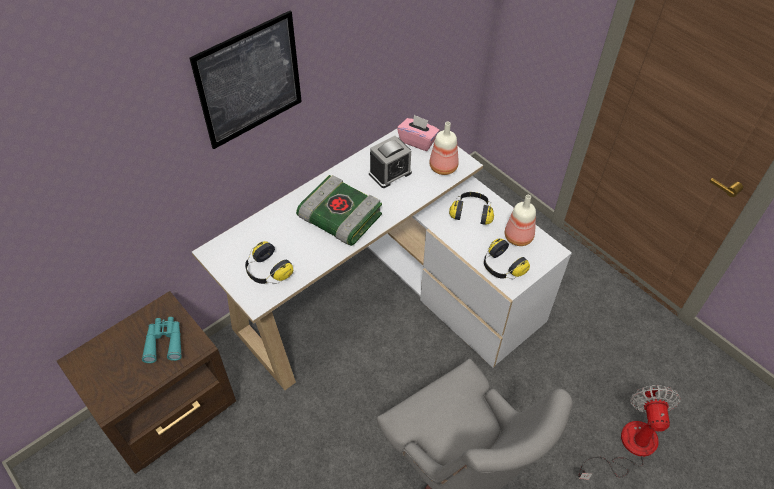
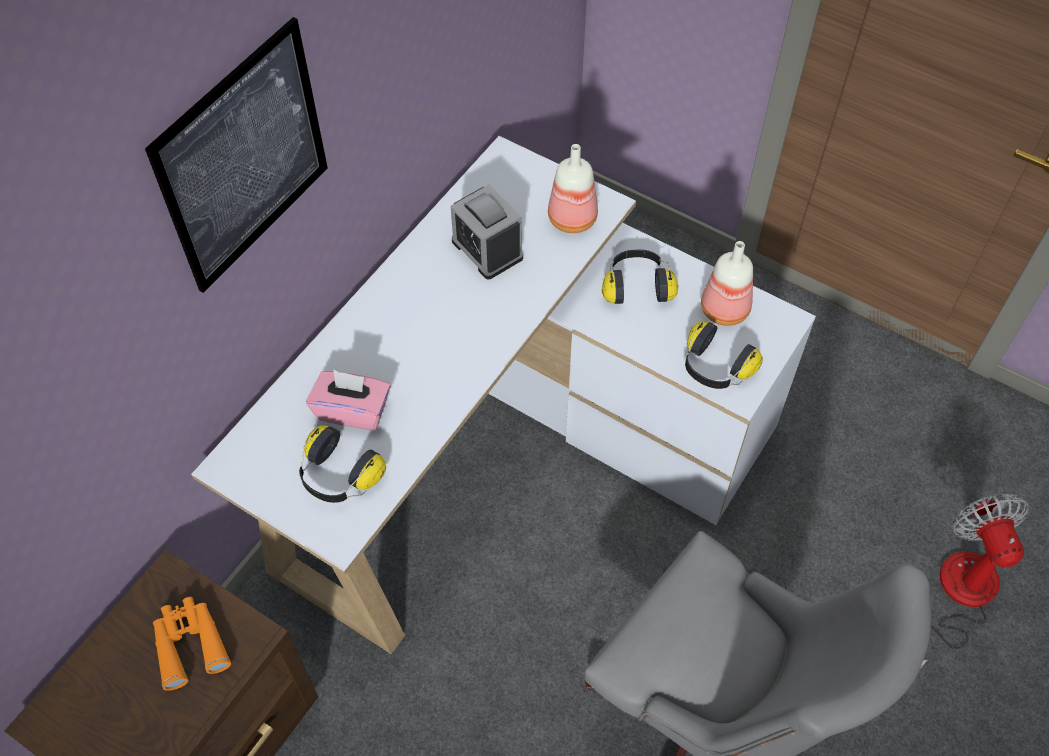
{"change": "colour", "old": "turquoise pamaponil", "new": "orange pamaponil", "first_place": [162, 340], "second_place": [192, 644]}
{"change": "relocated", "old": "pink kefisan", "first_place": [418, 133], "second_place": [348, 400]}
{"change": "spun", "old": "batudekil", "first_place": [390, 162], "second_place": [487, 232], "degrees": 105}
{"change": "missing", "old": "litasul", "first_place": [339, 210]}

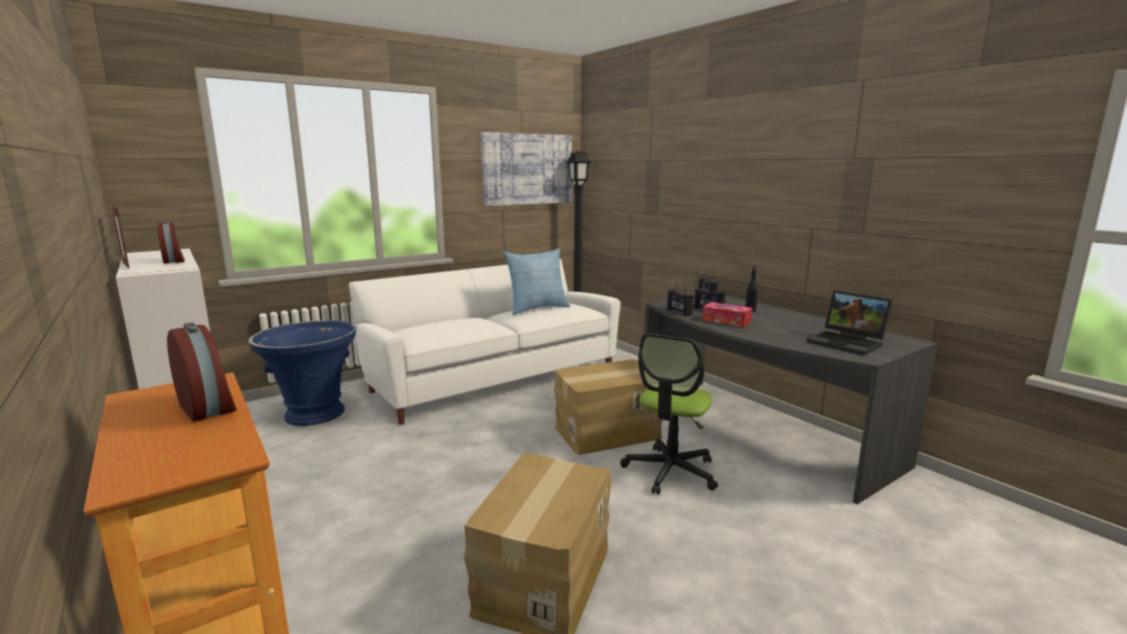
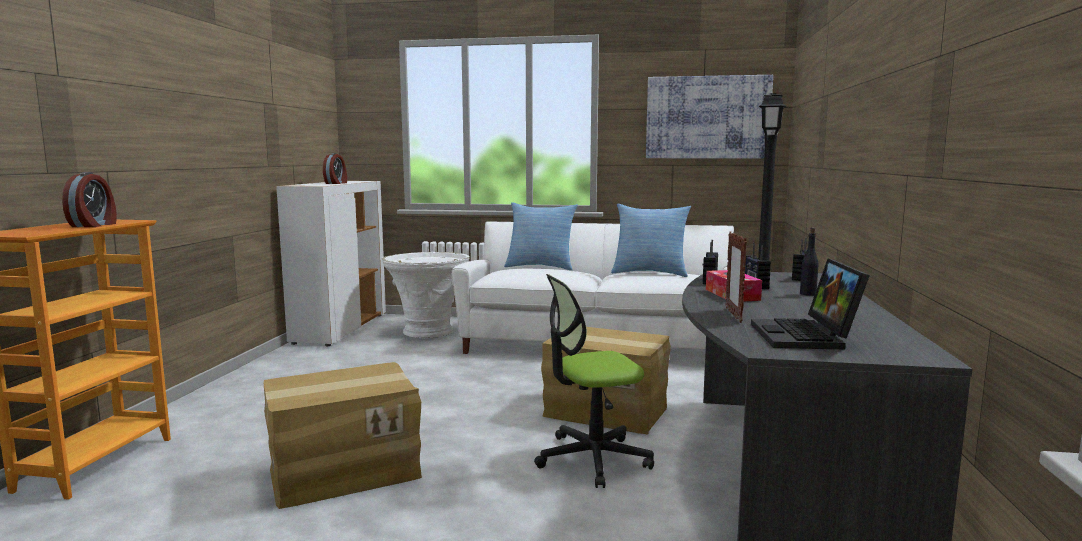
{"change": "colour", "old": "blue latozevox", "new": "white latozevox", "first_place": [302, 373], "second_place": [426, 295]}
{"change": "appeared", "new": "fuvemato", "second_place": [541, 236]}
{"change": "relocated", "old": "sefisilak", "first_place": [120, 237], "second_place": [736, 277]}

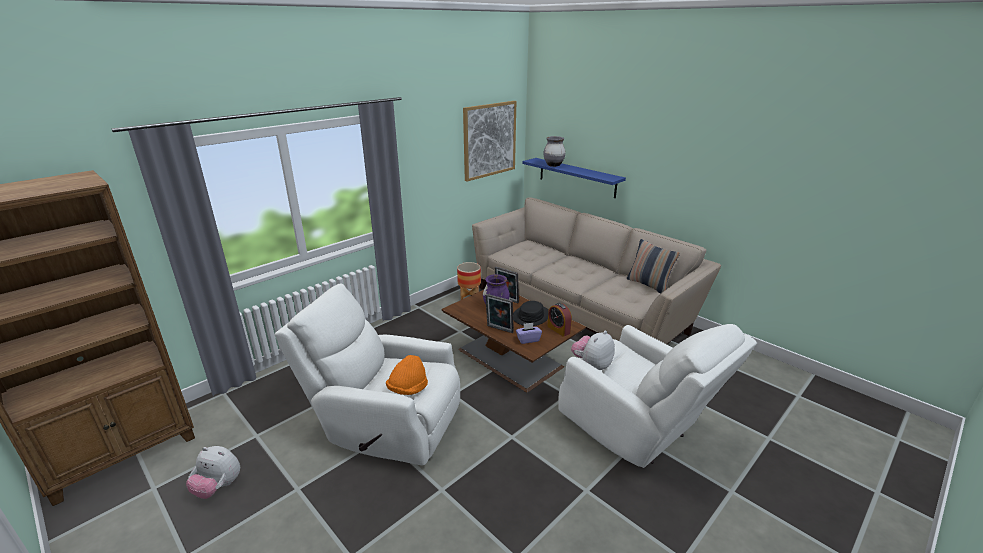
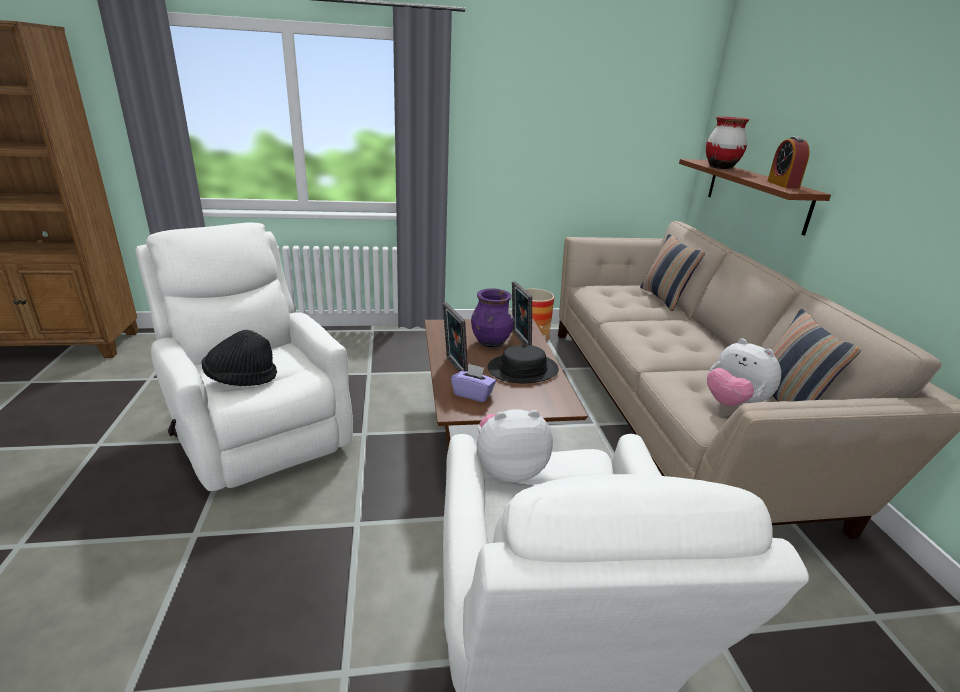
{"change": "colour", "old": "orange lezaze", "new": "black lezaze", "first_place": [407, 375], "second_place": [239, 358]}
{"change": "appeared", "new": "fuvemato", "second_place": [672, 272]}
{"change": "colour", "old": "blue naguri", "new": "brown naguri", "first_place": [574, 178], "second_place": [755, 197]}
{"change": "colour", "old": "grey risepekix", "new": "red risepekix", "first_place": [554, 151], "second_place": [727, 142]}
{"change": "relocated", "old": "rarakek", "first_place": [213, 472], "second_place": [744, 372]}
{"change": "relocated", "old": "batudekil", "first_place": [559, 320], "second_place": [788, 163]}
{"change": "missing", "old": "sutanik", "first_place": [489, 141]}

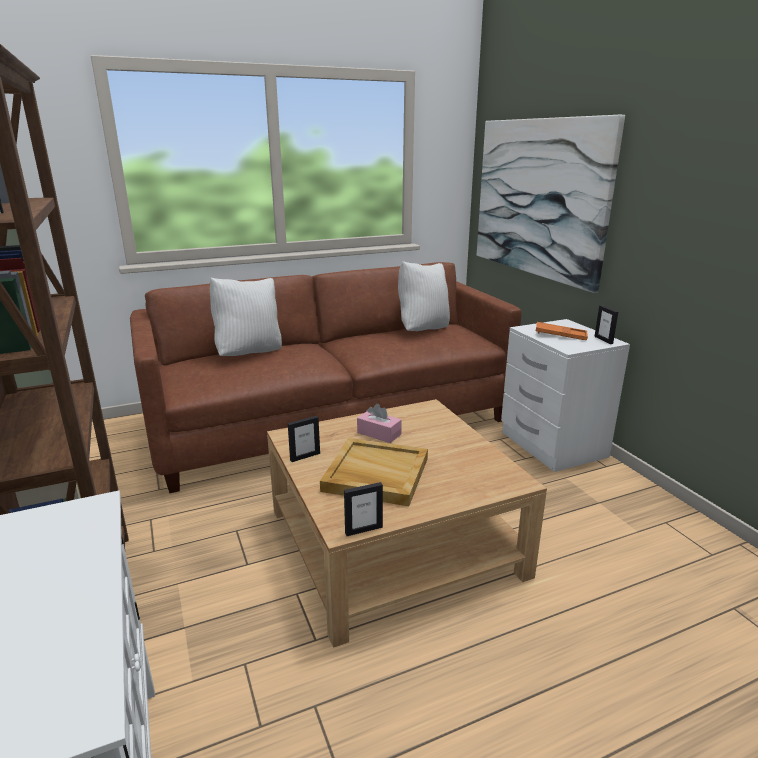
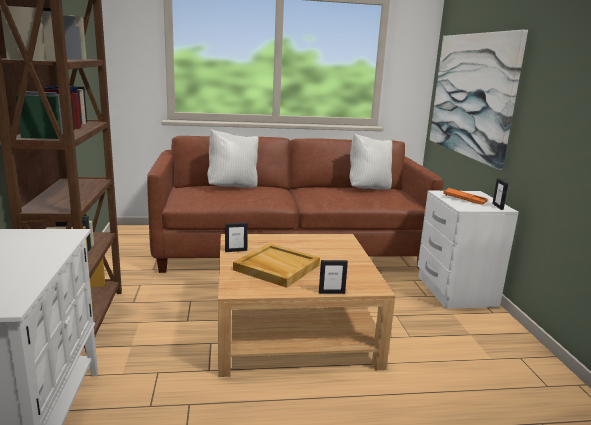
{"change": "relocated", "old": "sefisilak", "first_place": [363, 509], "second_place": [333, 277]}
{"change": "missing", "old": "pink kefisan", "first_place": [379, 423]}

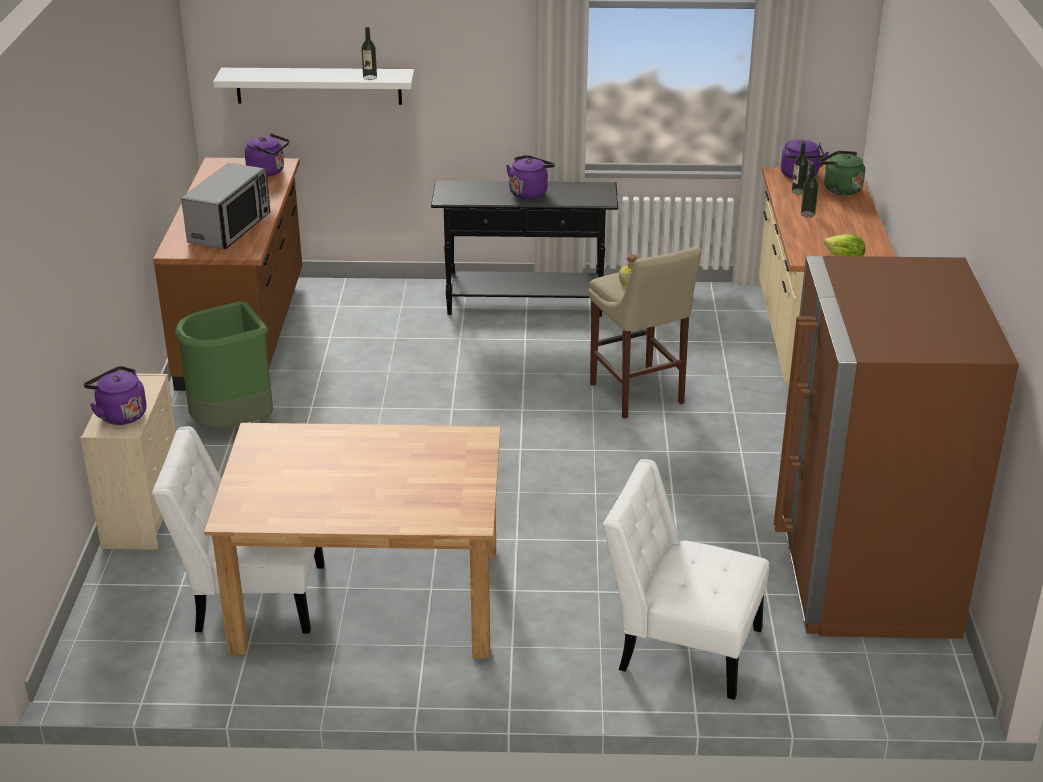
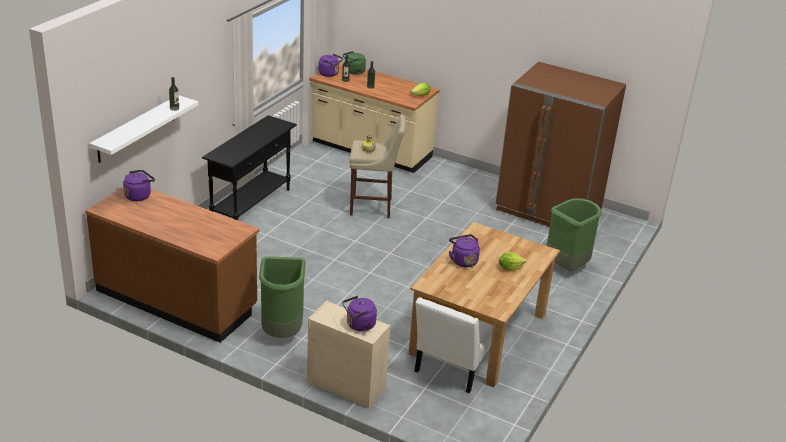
{"change": "relocated", "old": "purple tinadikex", "first_place": [530, 177], "second_place": [464, 250]}
{"change": "appeared", "new": "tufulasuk", "second_place": [512, 261]}
{"change": "exchanged", "old": "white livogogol", "new": "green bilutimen", "first_place": [686, 579], "second_place": [574, 234]}
{"change": "missing", "old": "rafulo", "first_place": [226, 206]}

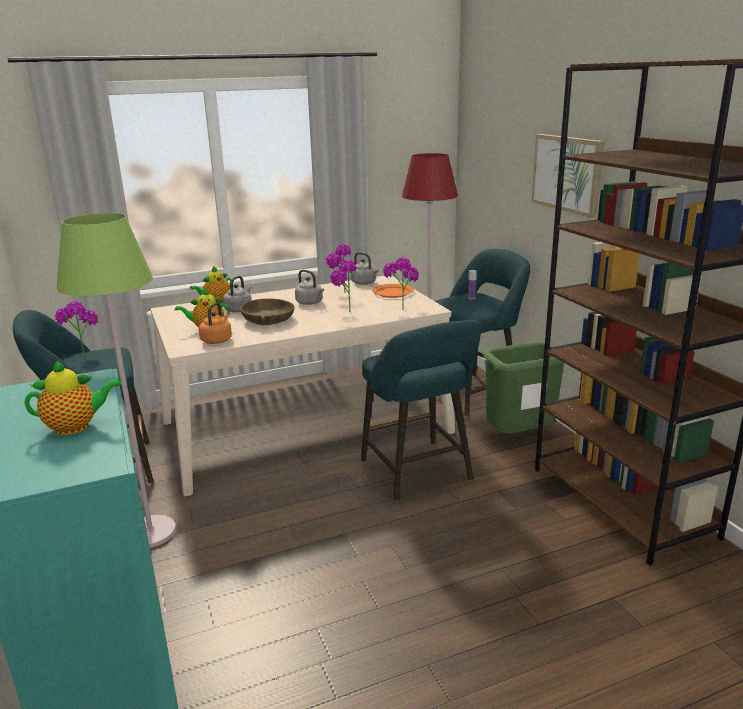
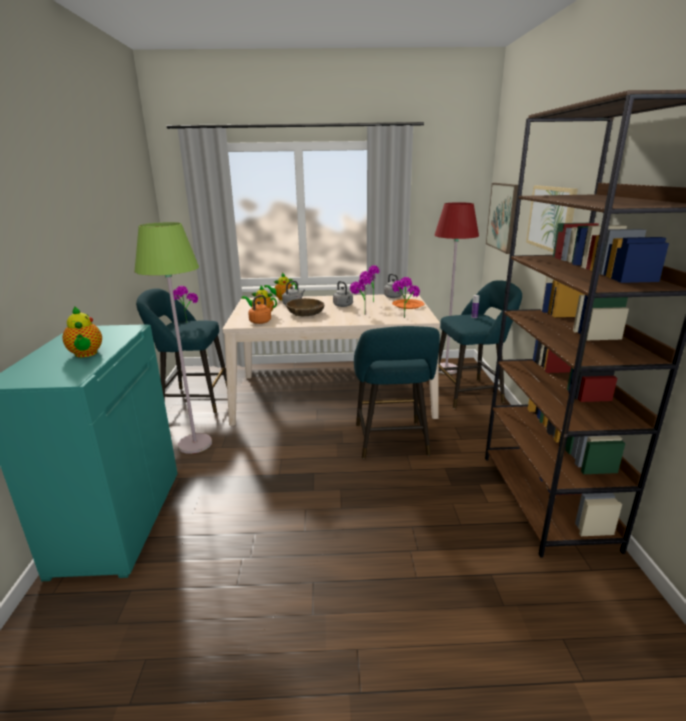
{"change": "spun", "old": "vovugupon", "first_place": [73, 397], "second_place": [82, 331], "degrees": 60}
{"change": "appeared", "new": "sutanik", "second_place": [502, 218]}
{"change": "missing", "old": "green bilutimen", "first_place": [523, 387]}

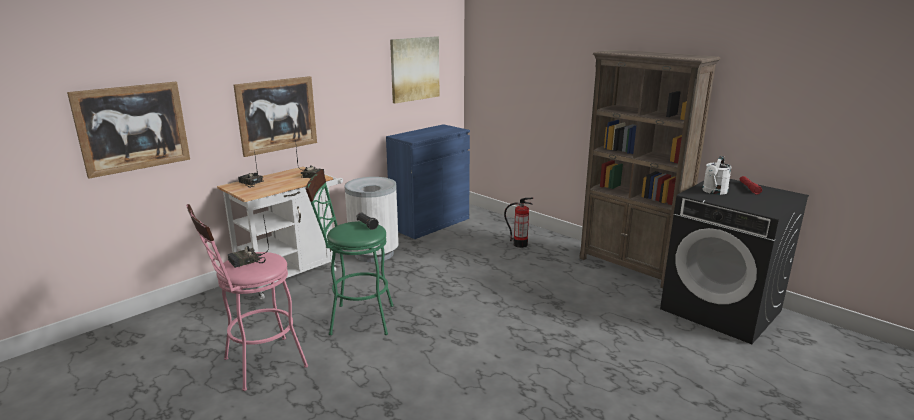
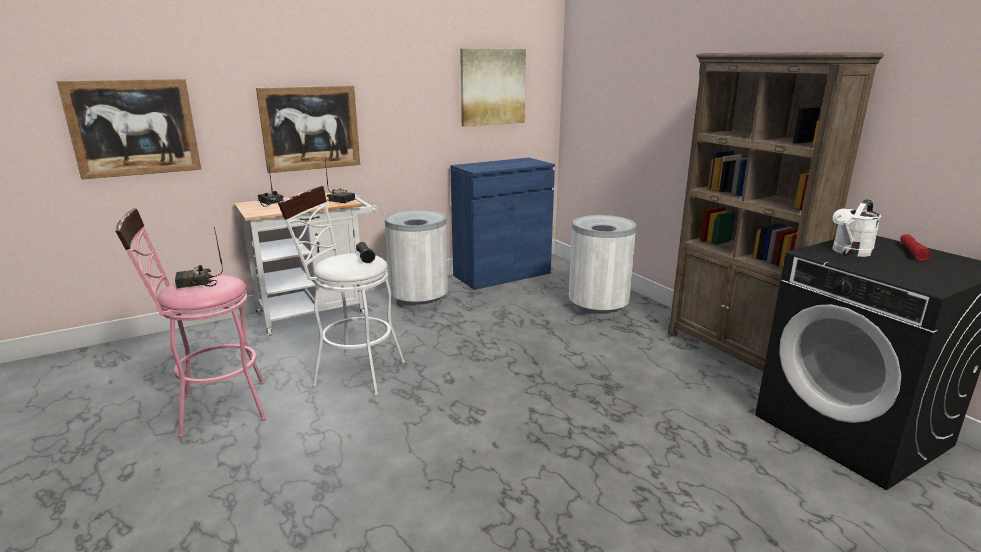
{"change": "colour", "old": "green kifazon", "new": "white kifazon", "first_place": [349, 252], "second_place": [341, 291]}
{"change": "exchanged", "old": "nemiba", "new": "white bilutimen", "first_place": [518, 223], "second_place": [602, 267]}

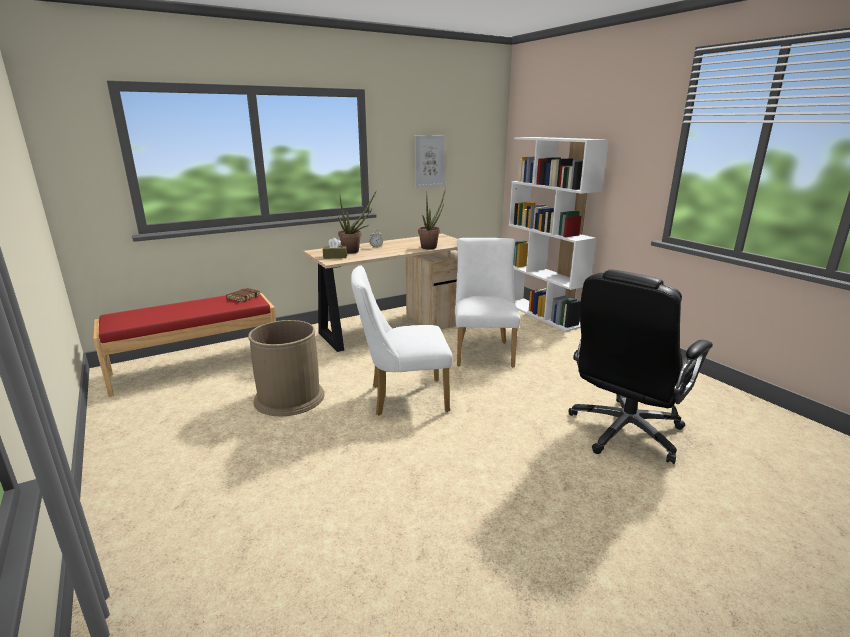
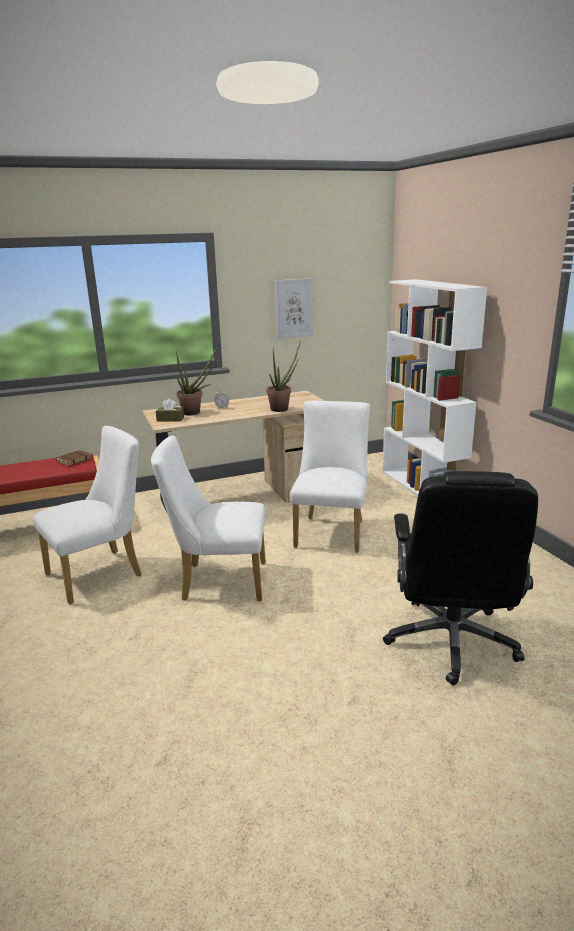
{"change": "exchanged", "old": "brown bilutimen", "new": "white livogogol", "first_place": [286, 368], "second_place": [86, 515]}
{"change": "spun", "old": "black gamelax", "first_place": [641, 366], "second_place": [460, 578], "degrees": -45}

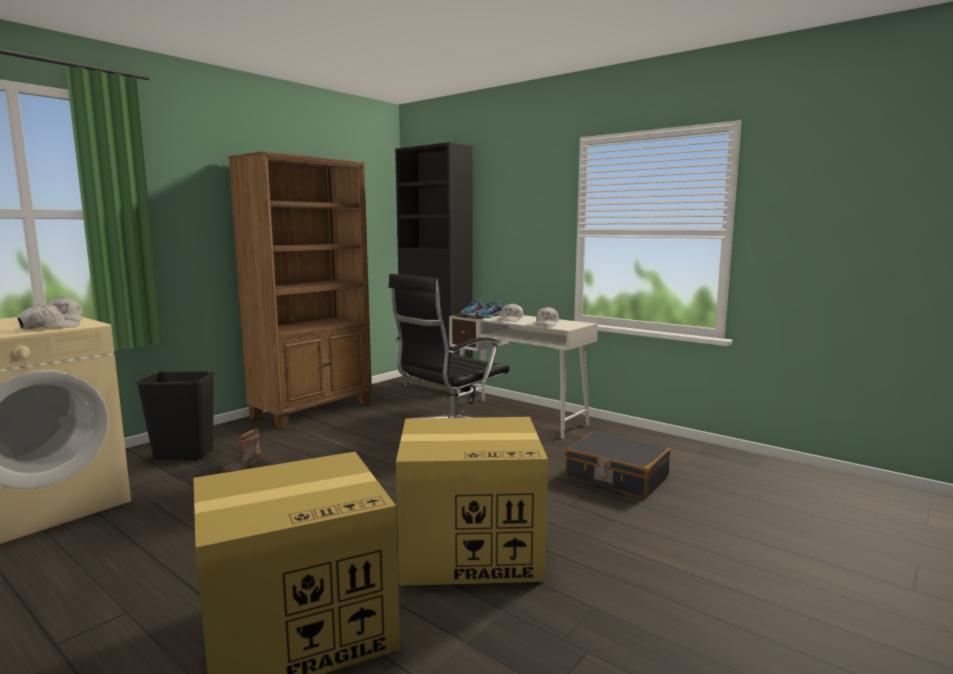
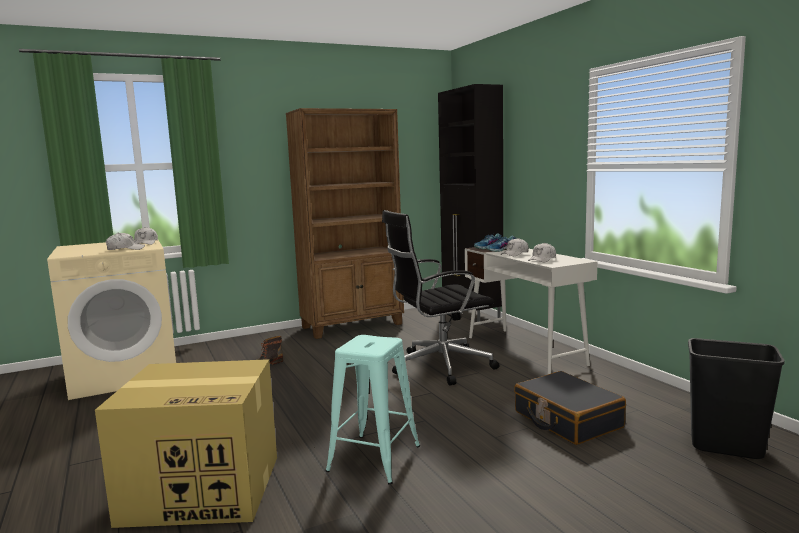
{"change": "exchanged", "old": "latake", "new": "turquoise kifazon", "first_place": [472, 501], "second_place": [373, 410]}
{"change": "relocated", "old": "black bilutimen", "first_place": [175, 415], "second_place": [736, 398]}

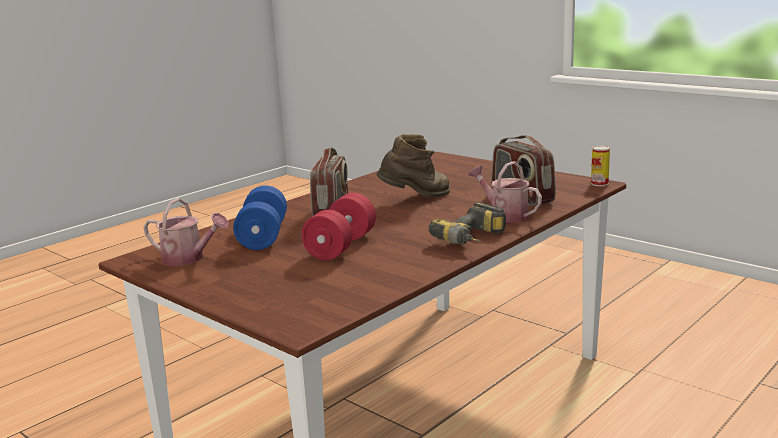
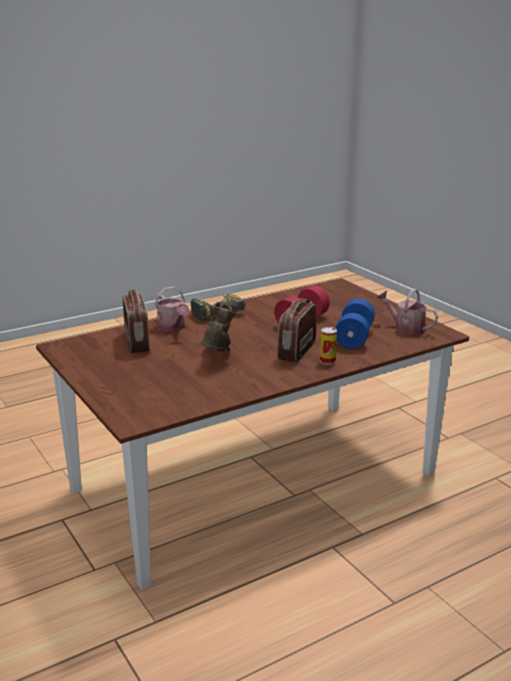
{"change": "spun", "old": "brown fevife", "first_place": [413, 165], "second_place": [221, 327], "degrees": 105}
{"change": "relocated", "old": "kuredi", "first_place": [600, 166], "second_place": [328, 346]}

